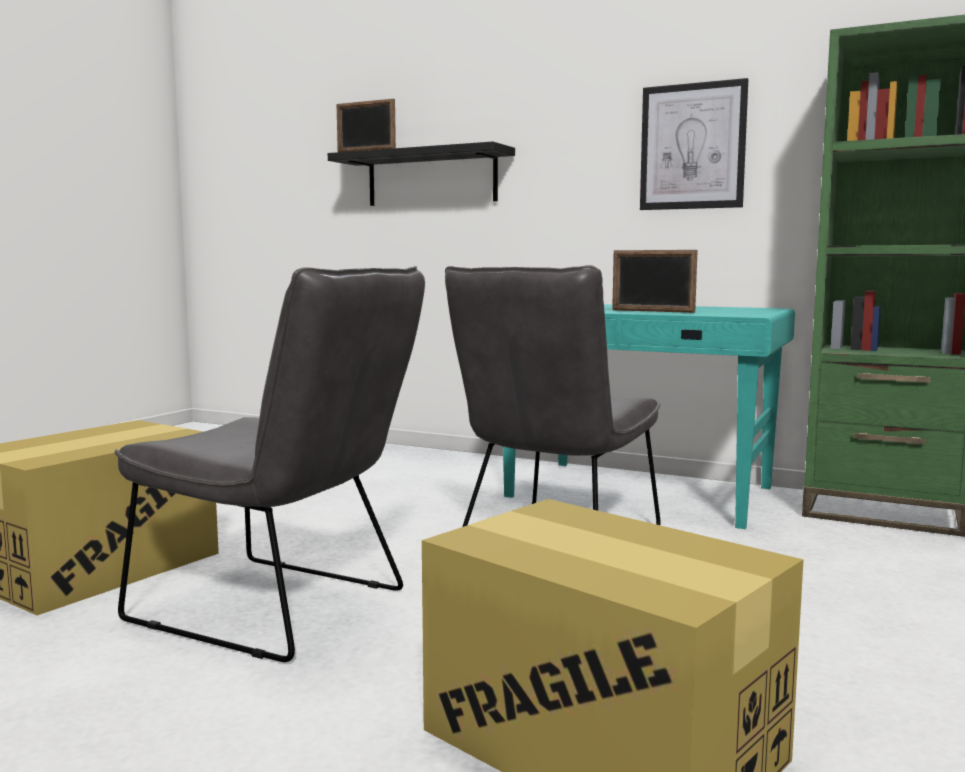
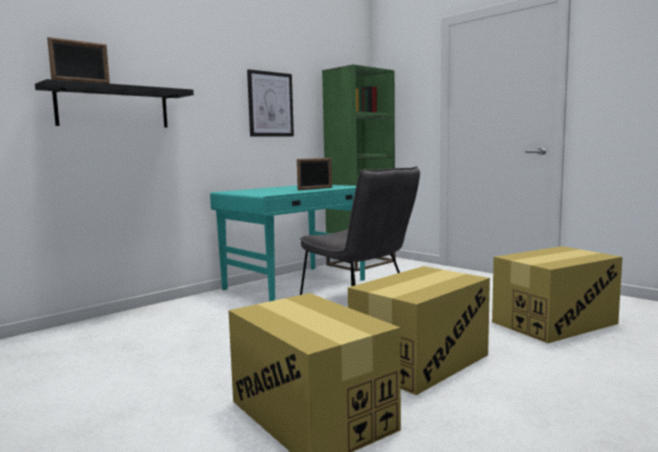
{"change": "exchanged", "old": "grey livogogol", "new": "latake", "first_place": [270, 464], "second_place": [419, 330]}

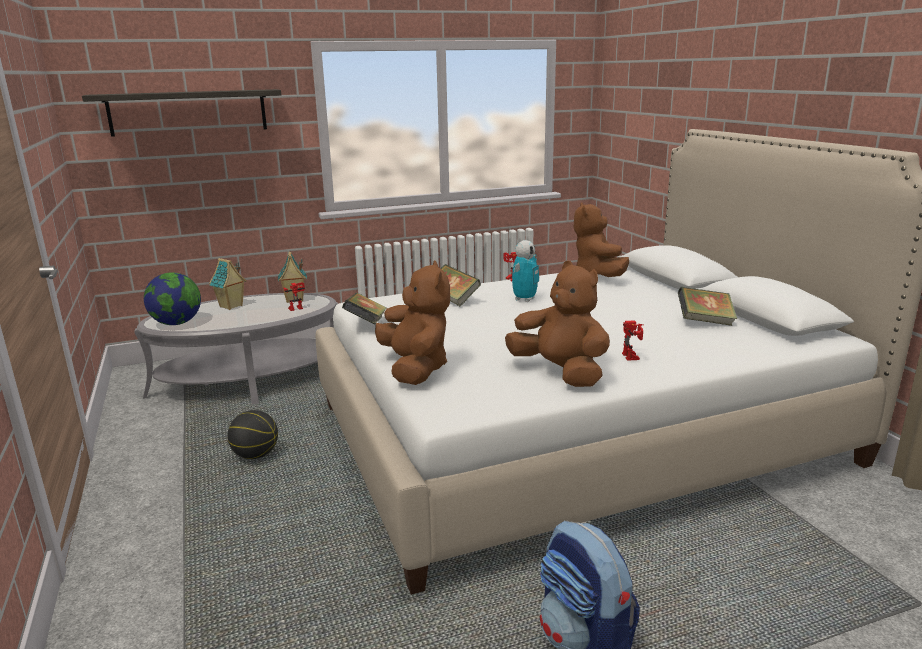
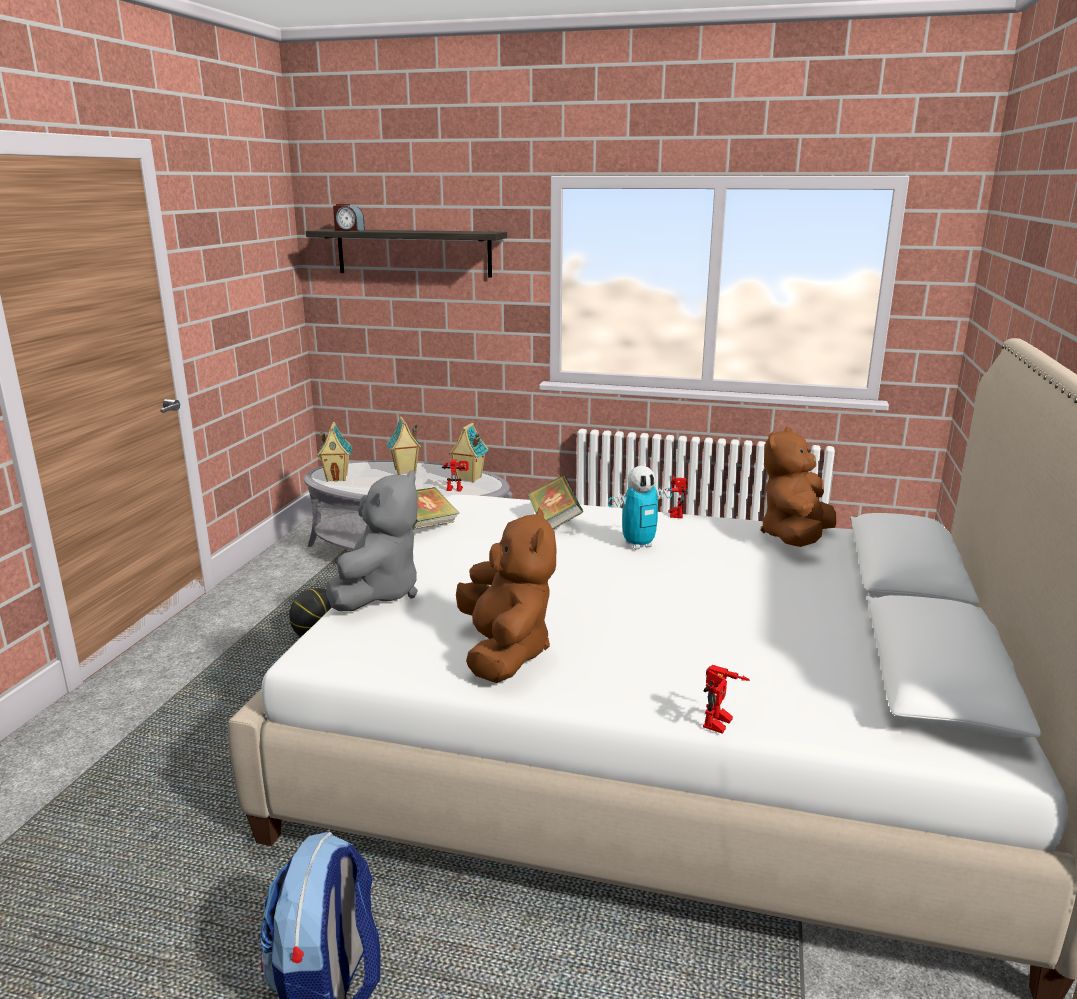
{"change": "exchanged", "old": "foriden", "new": "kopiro", "first_place": [172, 298], "second_place": [334, 452]}
{"change": "colour", "old": "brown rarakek", "new": "grey rarakek", "first_place": [412, 323], "second_place": [372, 540]}
{"change": "appeared", "new": "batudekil", "second_place": [349, 217]}
{"change": "relocated", "old": "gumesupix", "first_place": [632, 340], "second_place": [726, 699]}
{"change": "missing", "old": "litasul", "first_place": [707, 306]}

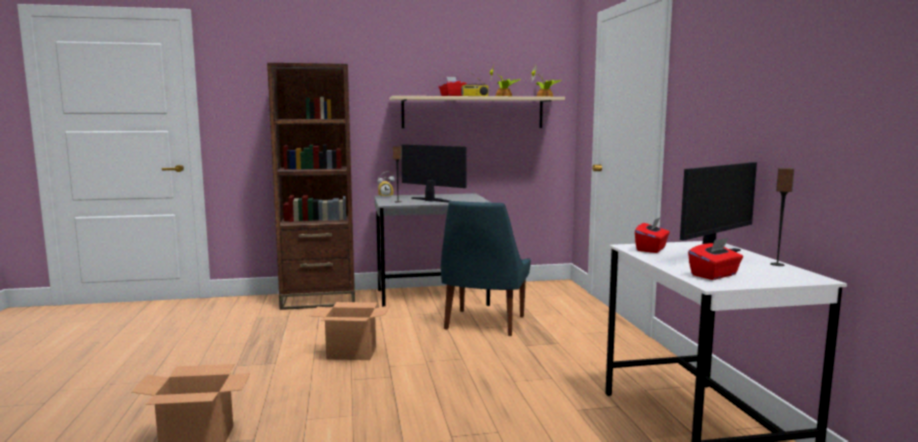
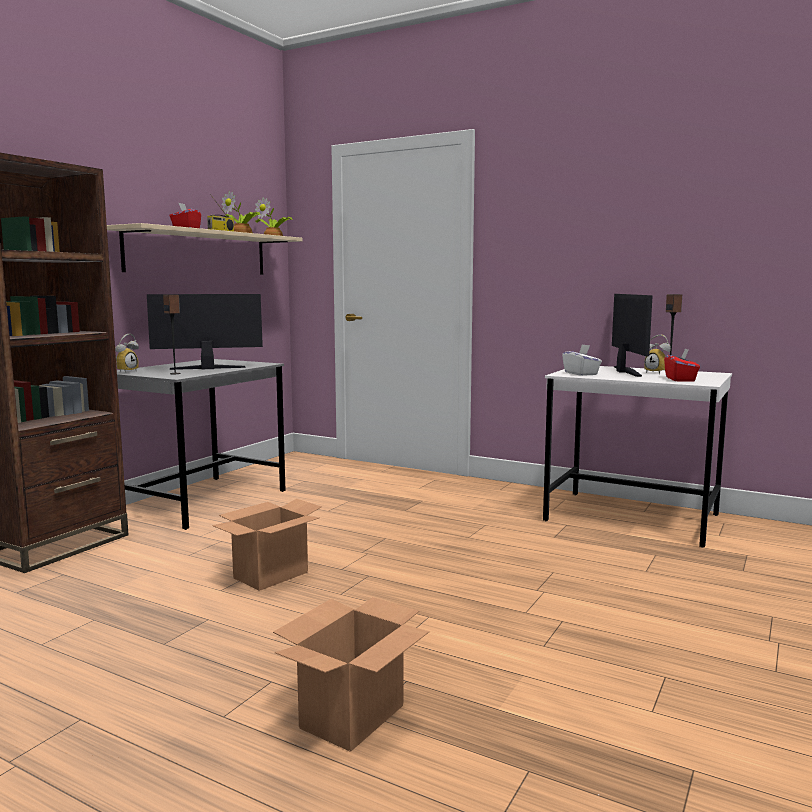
{"change": "colour", "old": "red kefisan", "new": "white kefisan", "first_place": [652, 235], "second_place": [582, 360]}
{"change": "appeared", "new": "batudekil", "second_place": [657, 354]}
{"change": "missing", "old": "blue livogogol", "first_place": [486, 268]}

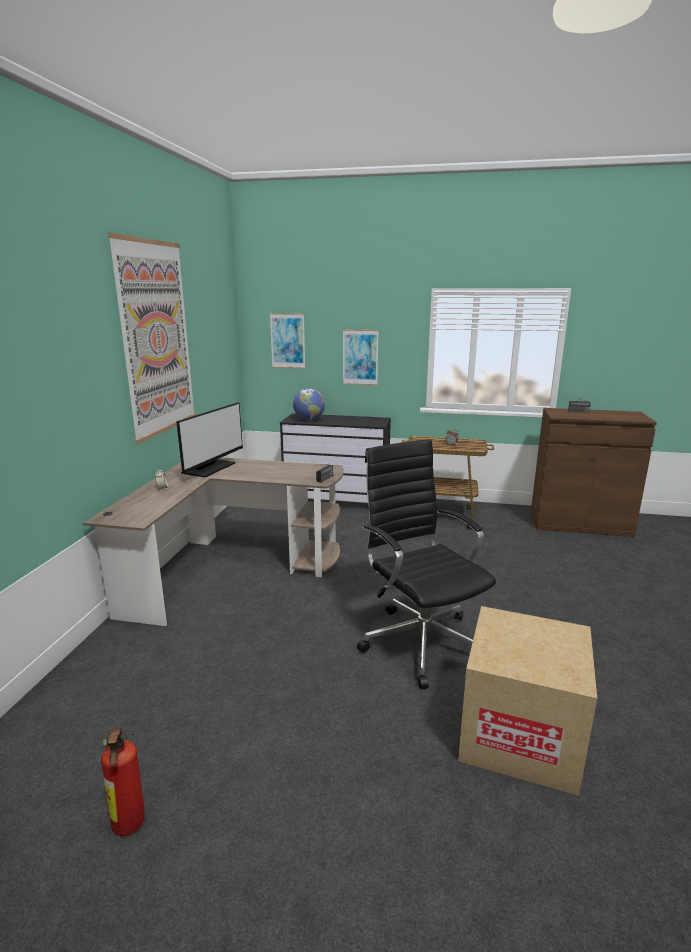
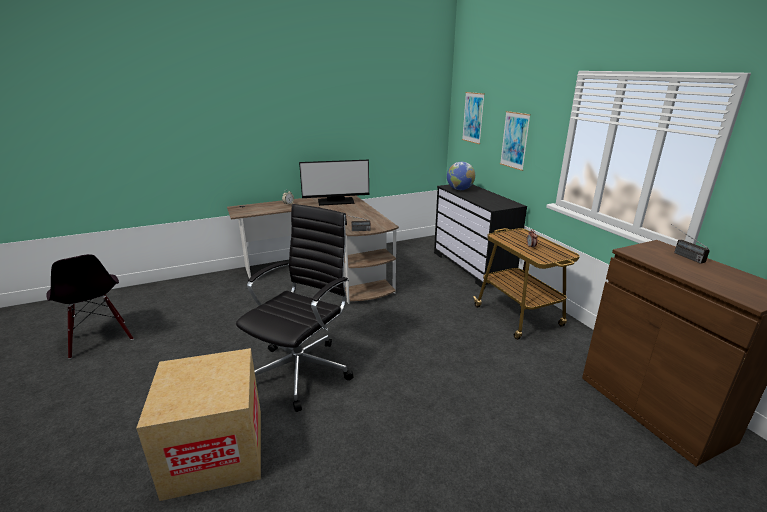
{"change": "exchanged", "old": "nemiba", "new": "black livogogol", "first_place": [123, 782], "second_place": [89, 306]}
{"change": "missing", "old": "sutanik", "first_place": [151, 338]}

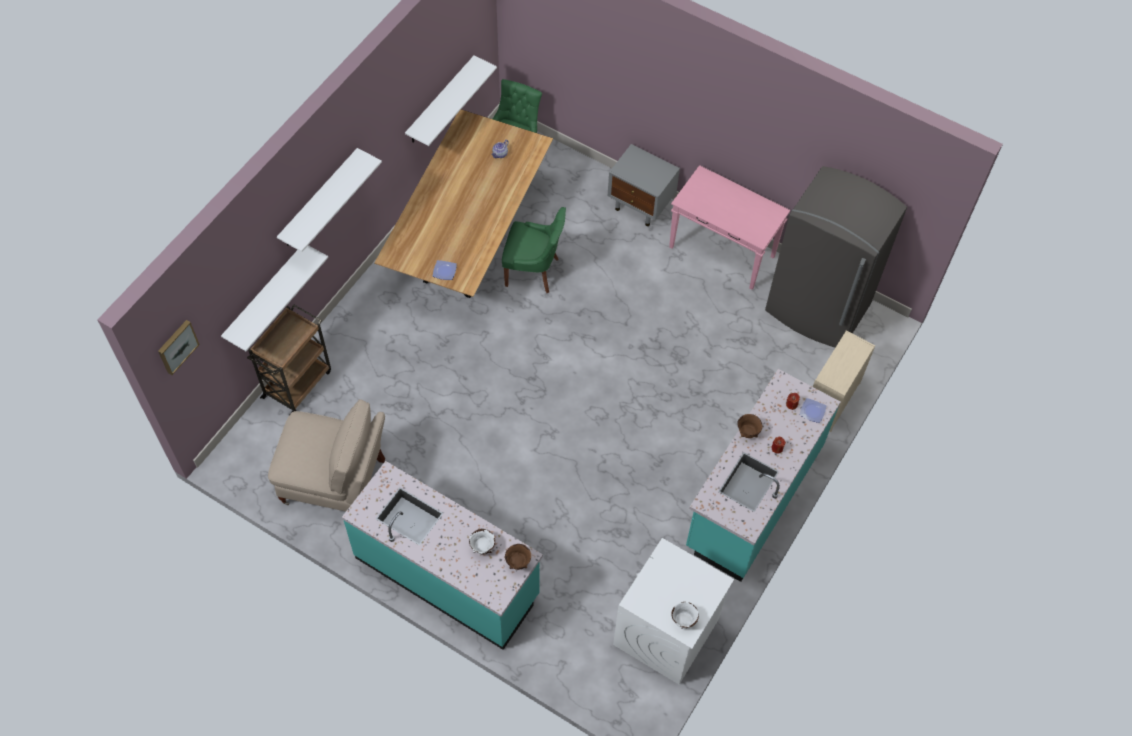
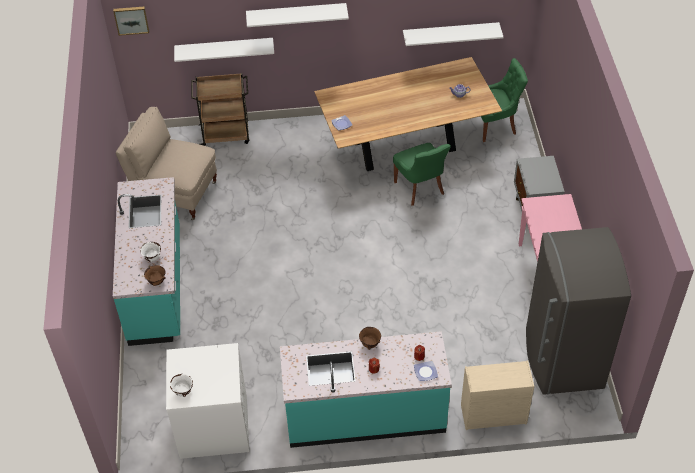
{"change": "spun", "old": "beige livogogol", "first_place": [326, 455], "second_place": [166, 163], "degrees": 135}

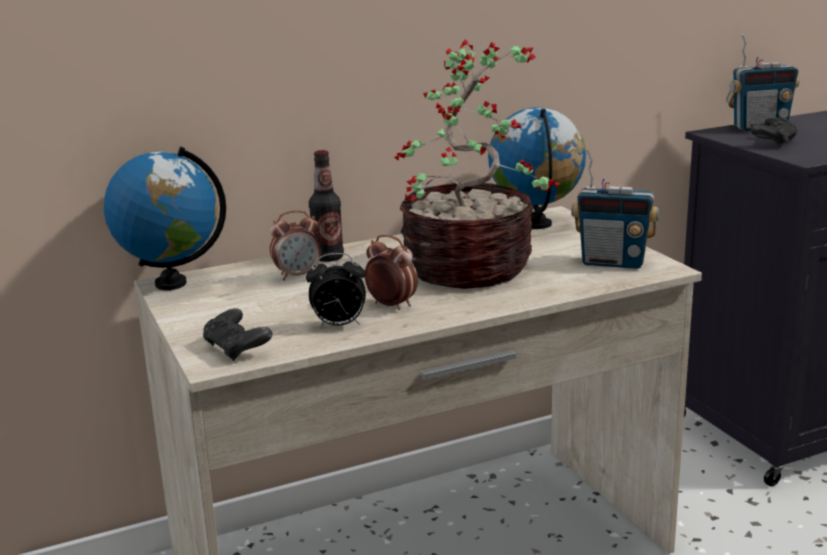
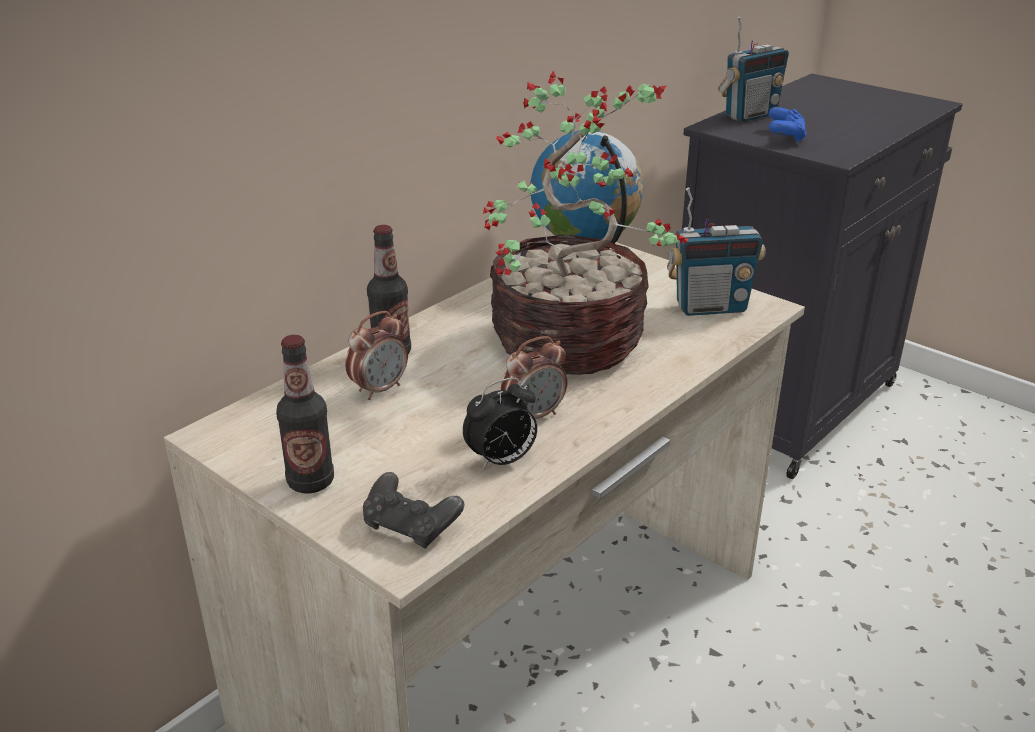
{"change": "appeared", "new": "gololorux", "second_place": [305, 414]}
{"change": "spun", "old": "batudekil", "first_place": [391, 272], "second_place": [534, 377], "degrees": 135}
{"change": "colour", "old": "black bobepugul", "new": "blue bobepugul", "first_place": [774, 132], "second_place": [788, 125]}
{"change": "missing", "old": "foriden", "first_place": [165, 218]}

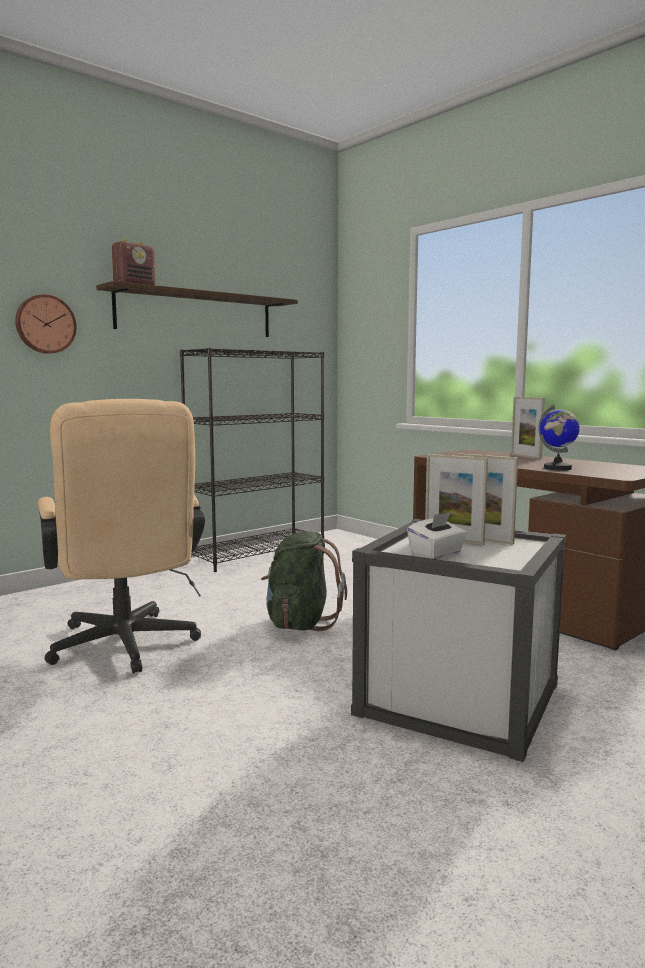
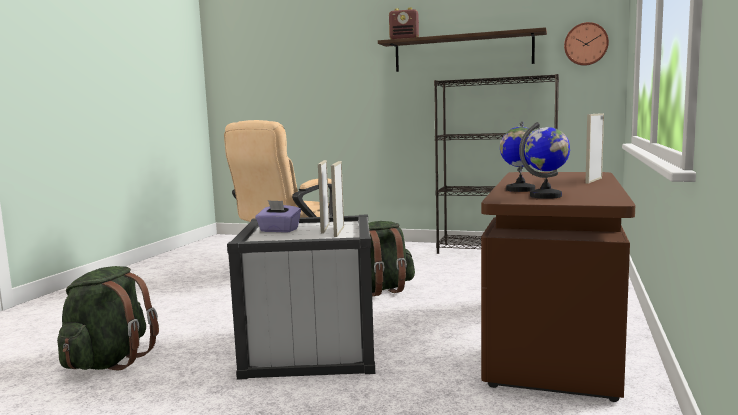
{"change": "appeared", "new": "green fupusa", "second_place": [108, 318]}
{"change": "colour", "old": "white kefisan", "new": "purple kefisan", "first_place": [437, 535], "second_place": [278, 216]}
{"change": "appeared", "new": "foriden", "second_place": [544, 160]}
{"change": "relocated", "old": "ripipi", "first_place": [46, 324], "second_place": [586, 44]}

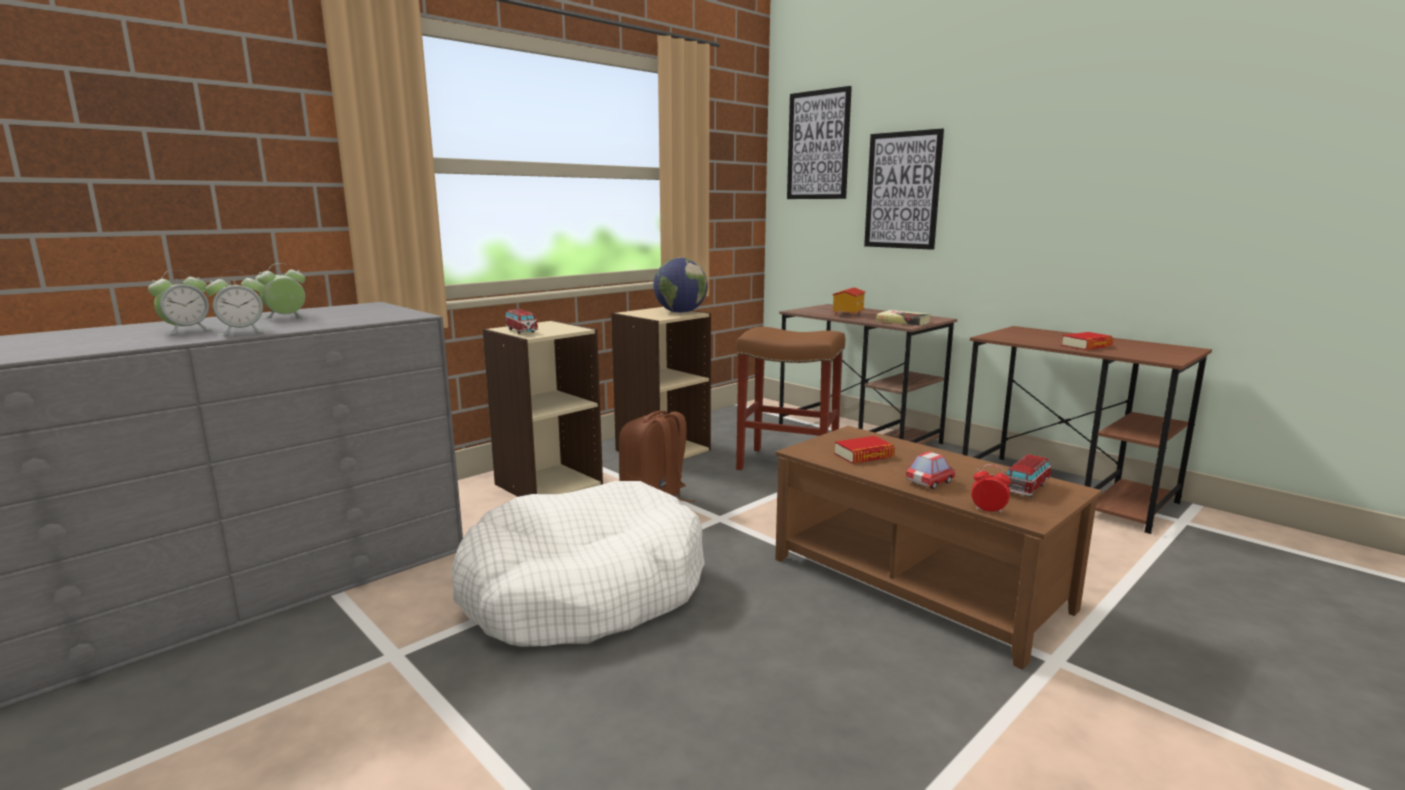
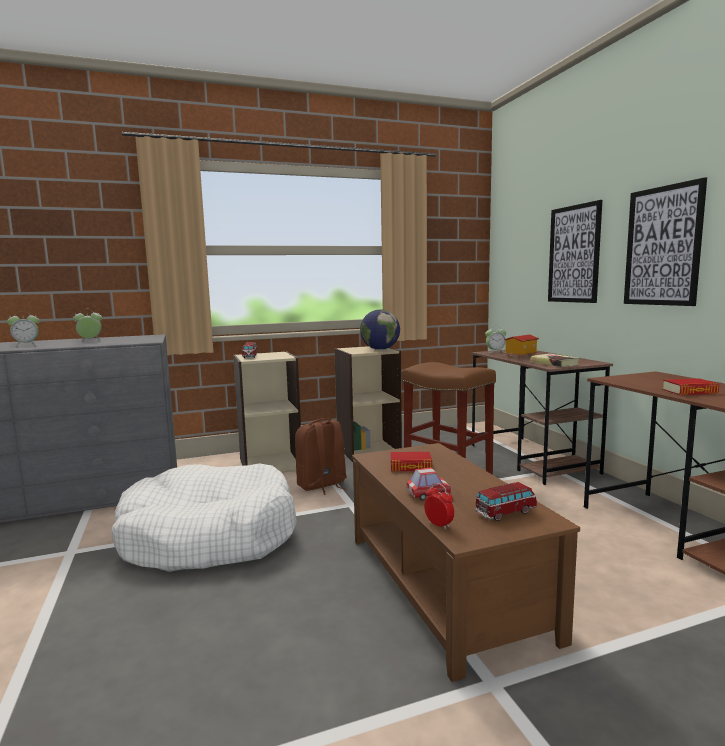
{"change": "relocated", "old": "batudekil", "first_place": [236, 303], "second_place": [495, 339]}
{"change": "relocated", "old": "sutanik", "first_place": [819, 142], "second_place": [665, 241]}

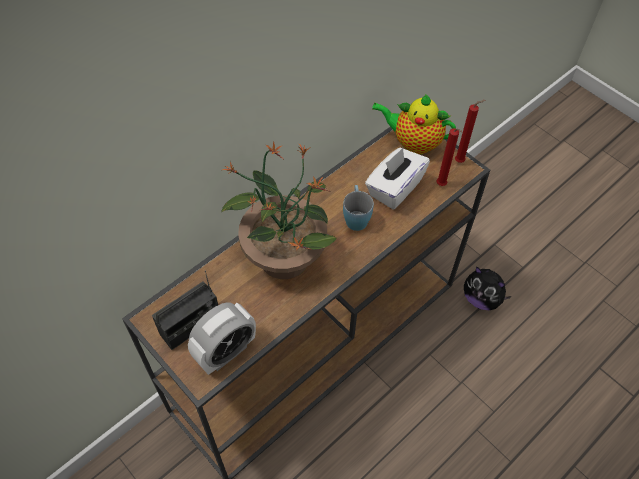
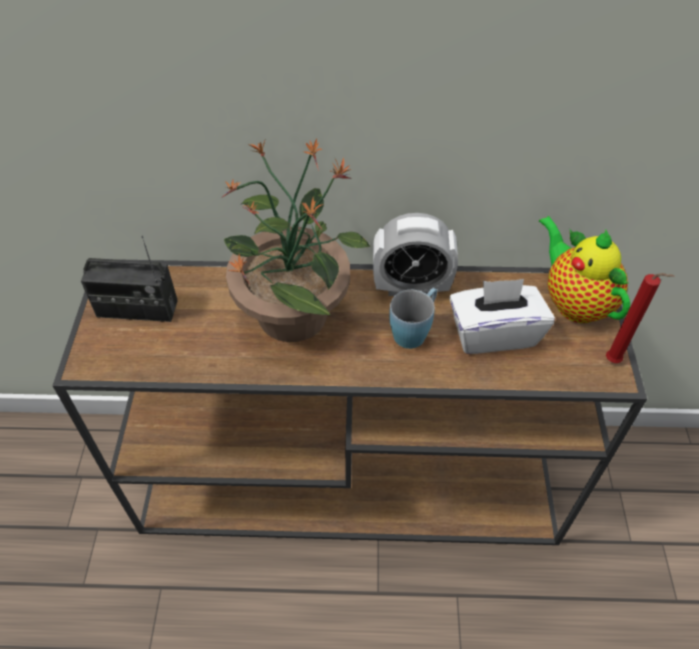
{"change": "relocated", "old": "batudekil", "first_place": [222, 338], "second_place": [415, 255]}
{"change": "missing", "old": "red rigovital", "first_place": [449, 157]}
{"change": "missing", "old": "rarakek", "first_place": [488, 288]}

